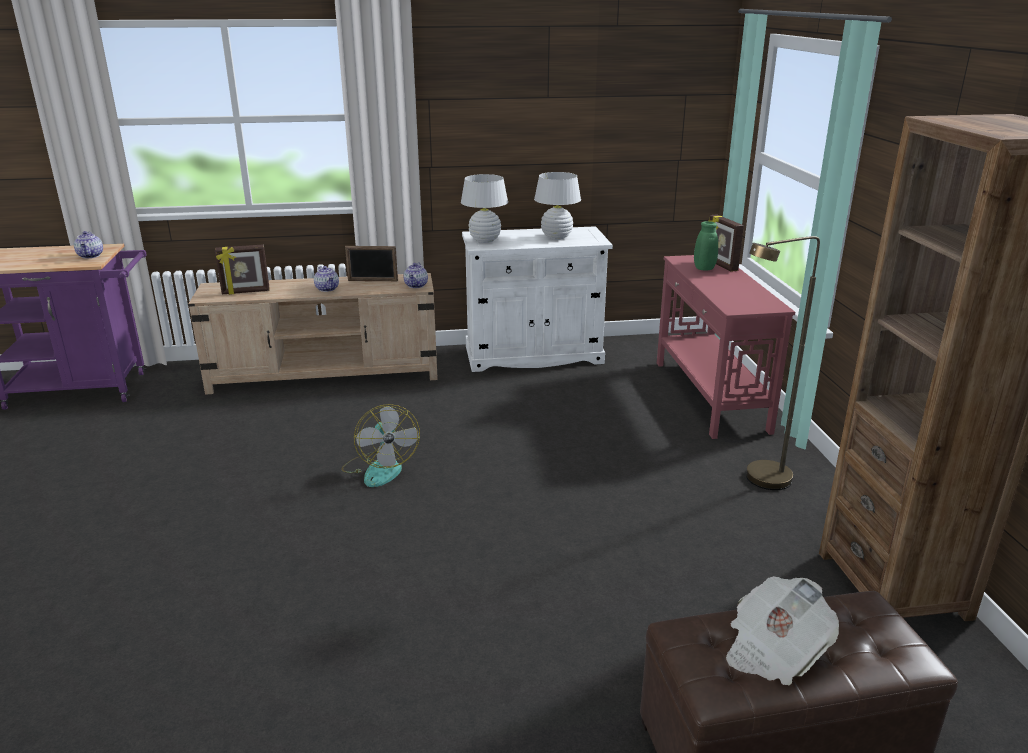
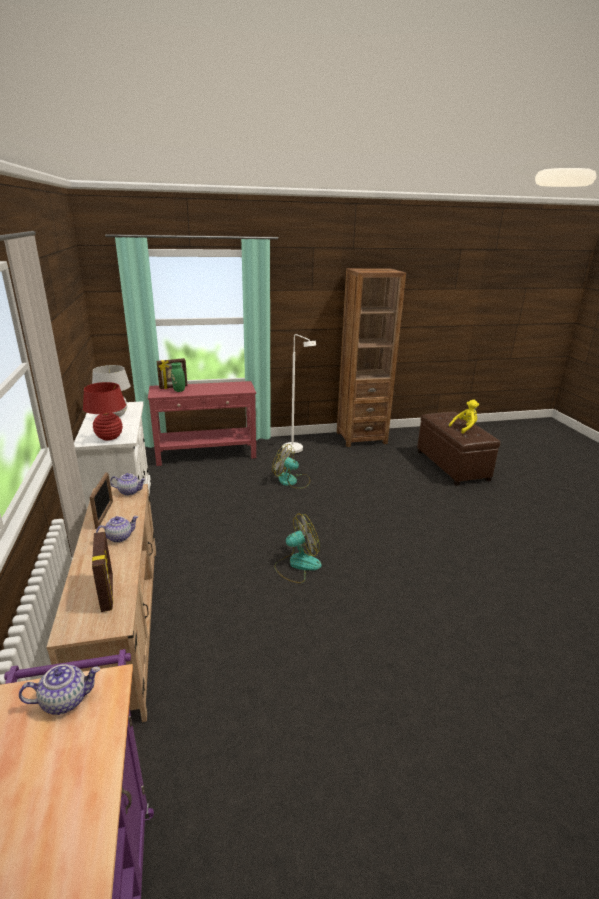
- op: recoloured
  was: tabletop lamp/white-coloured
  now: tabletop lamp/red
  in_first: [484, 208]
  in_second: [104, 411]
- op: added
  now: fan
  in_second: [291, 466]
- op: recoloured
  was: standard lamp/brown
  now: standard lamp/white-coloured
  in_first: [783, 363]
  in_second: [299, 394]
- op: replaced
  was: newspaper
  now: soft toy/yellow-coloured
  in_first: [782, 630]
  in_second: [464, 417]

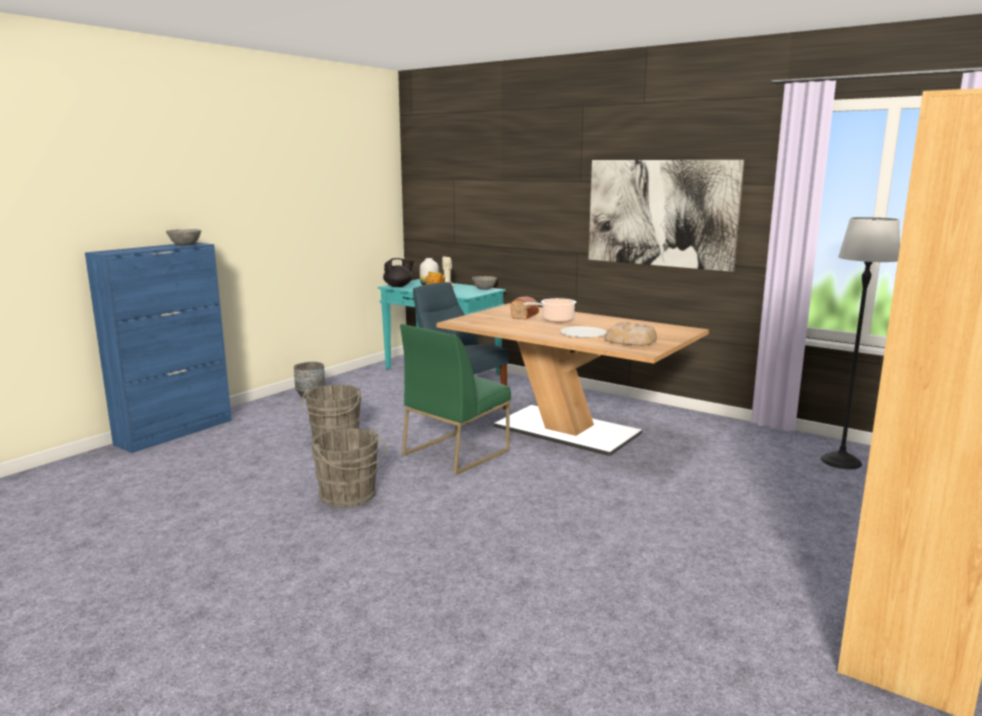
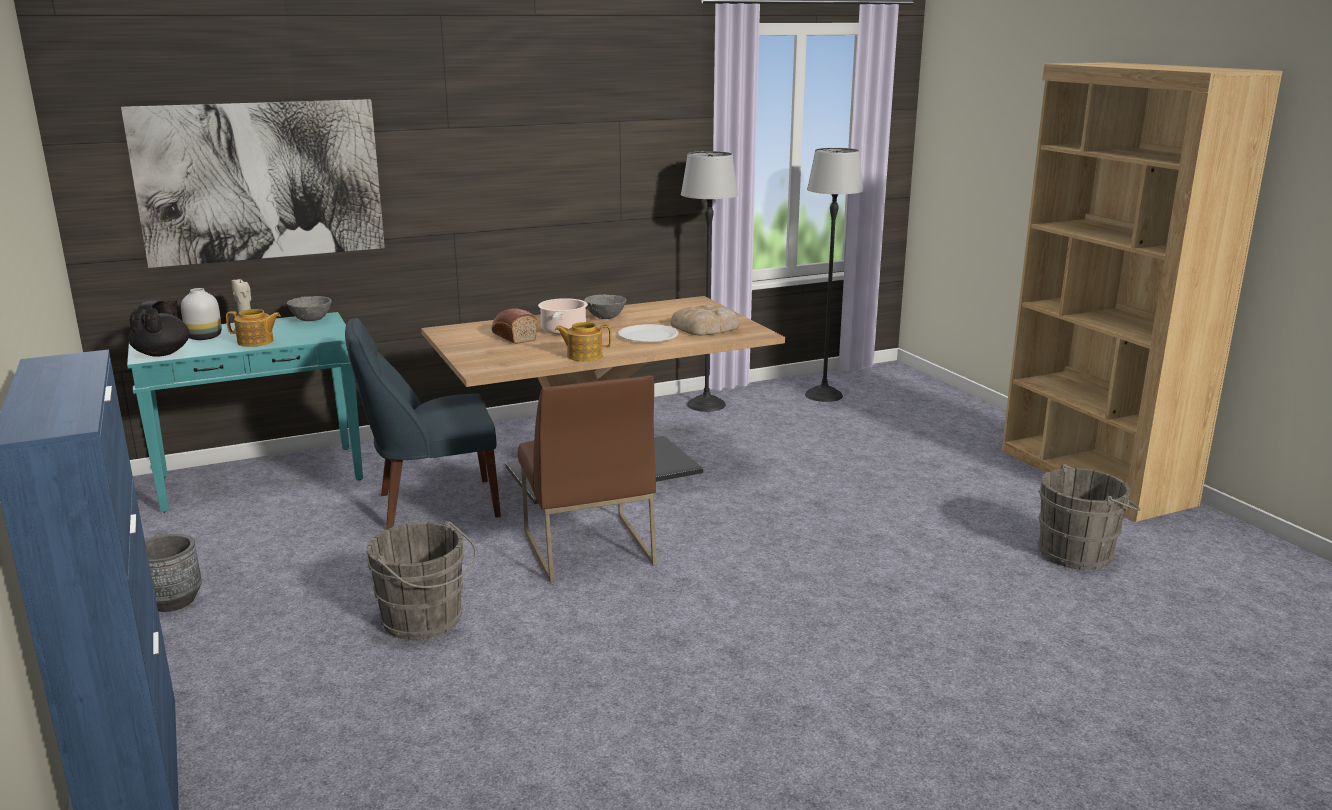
- op: moved
  was: picture
  in_first: [666, 216]
  in_second: [253, 183]
- op: recoloured
  was: chair/greenish
  now: chair/brown
  in_first: [455, 399]
  in_second: [587, 479]
- op: added
  now: teapot
  in_second: [583, 341]
- op: moved
  was: deep dish/greyish
  in_first: [183, 237]
  in_second: [605, 306]
- op: added
  now: standard lamp
  in_second: [709, 281]
- op: moved
  was: water bucket/greyish
  in_first: [349, 467]
  in_second: [1088, 517]

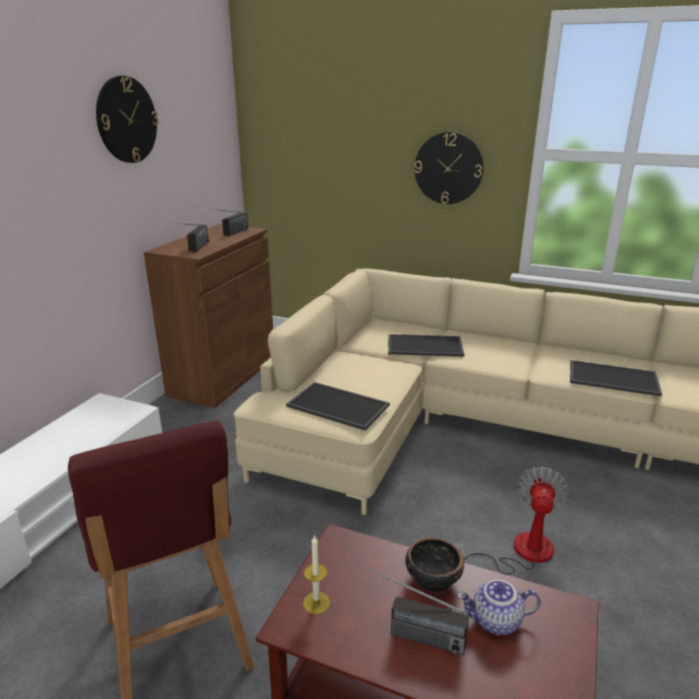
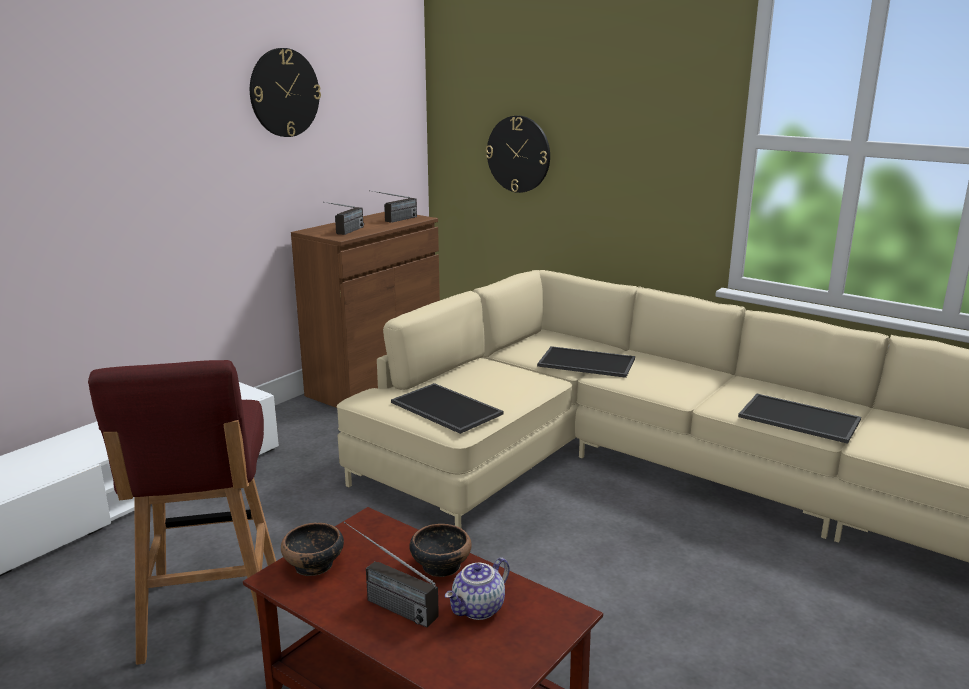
- op: replaced
  was: wax candle
  now: deep dish
  in_first: [316, 575]
  in_second: [312, 549]
- op: turned
  was: teapot
  in_first: [499, 607]
  in_second: [477, 588]
  clockwise: -60
- op: moved
  was: hanging clock
  in_first: [449, 168]
  in_second: [518, 154]
- op: removed
  was: fan
  in_first: [511, 521]

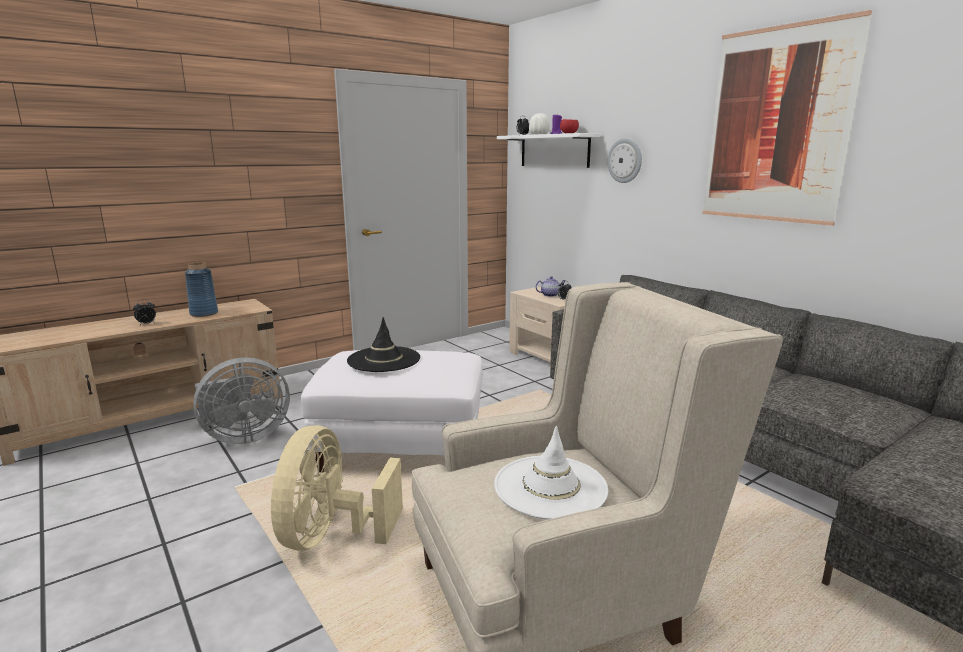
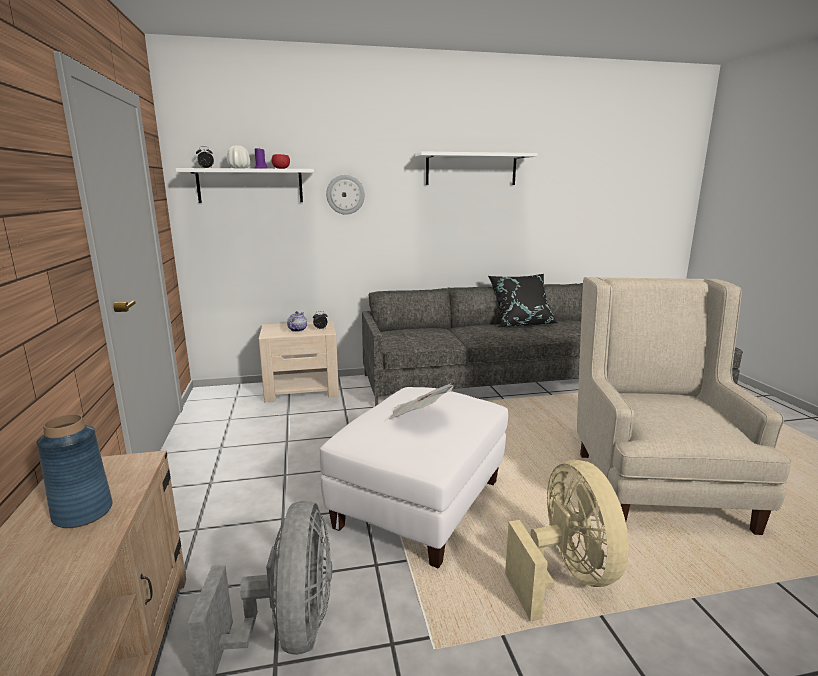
- op: replaced
  was: wearable hat/blackish
  now: newspaper
  in_first: [383, 344]
  in_second: [421, 401]
- op: replaced
  was: picture
  now: bracket shelf/white-coloured
  in_first: [787, 118]
  in_second: [476, 168]
- op: added
  now: throw pillow/blackish
  in_second: [523, 300]
- op: turned
  was: fan/beige-coloured
  in_first: [337, 488]
  in_second: [567, 540]
  clockwise: -135
- op: removed
  was: table clock
  in_first: [144, 312]
- op: removed
  was: wearable hat/white-coloured
  in_first: [551, 473]

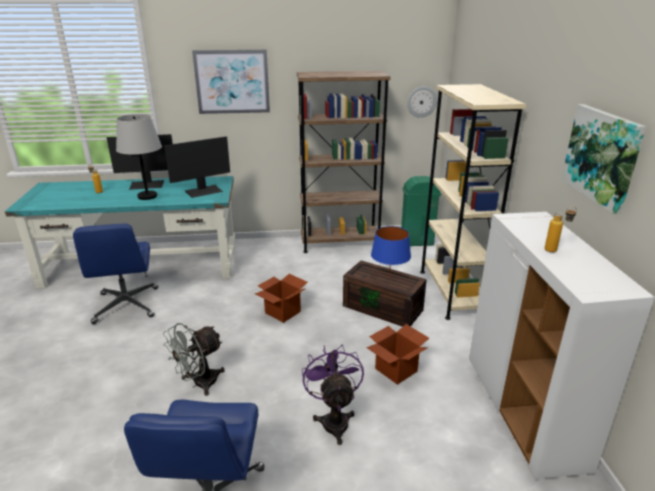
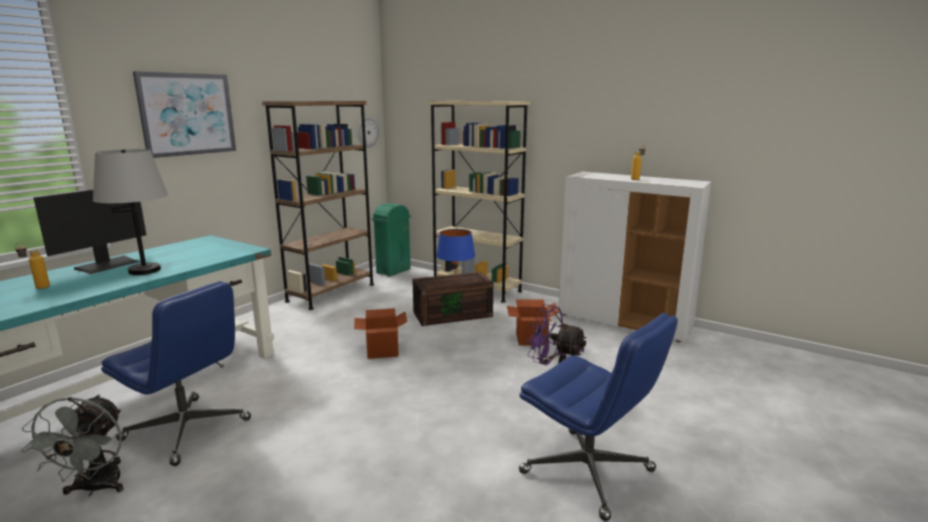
- op: moved
  was: fan/greyish
  in_first: [194, 359]
  in_second: [72, 445]
- op: removed
  was: computer display
  in_first: [197, 167]
- op: removed
  was: picture
  in_first: [603, 159]

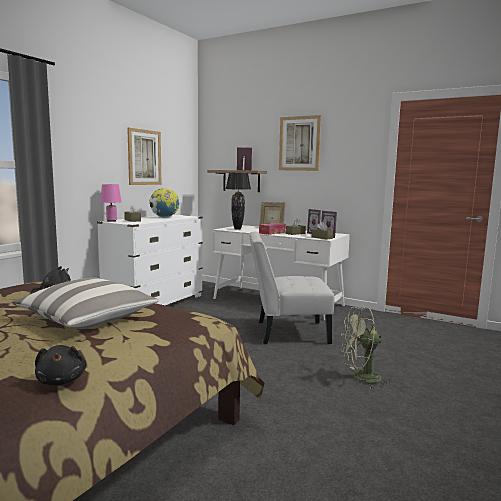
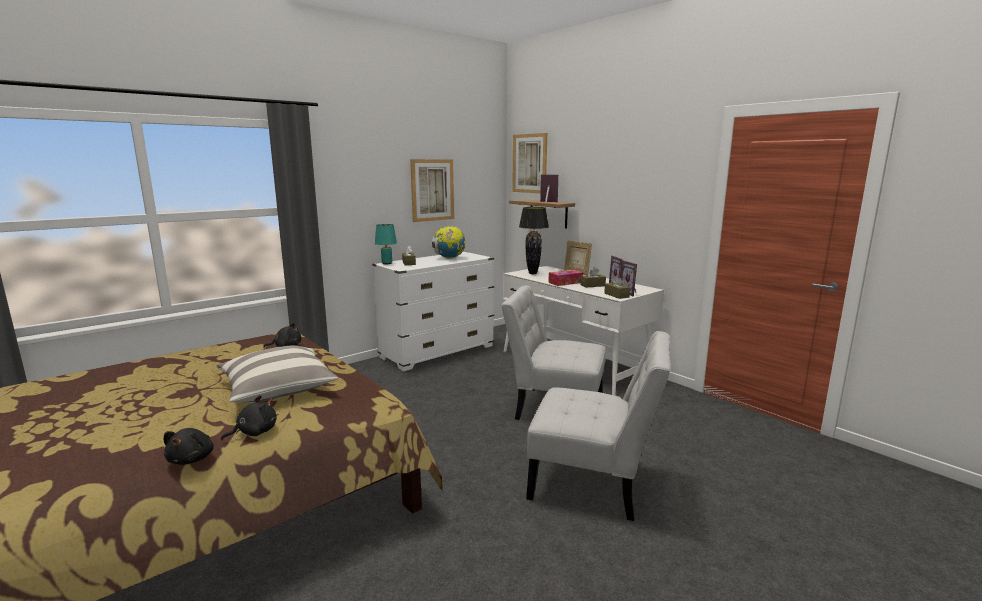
- op: added
  now: soft toy/blackish
  in_second: [249, 418]
- op: recoloured
  was: tabletop lamp/pink
  now: tabletop lamp/blue-green
  in_first: [111, 203]
  in_second: [386, 244]
- op: moved
  was: picture
  in_first: [300, 143]
  in_second: [529, 163]
- op: replaced
  was: fan/greenish
  now: chair/white-coloured
  in_first: [365, 348]
  in_second: [598, 426]

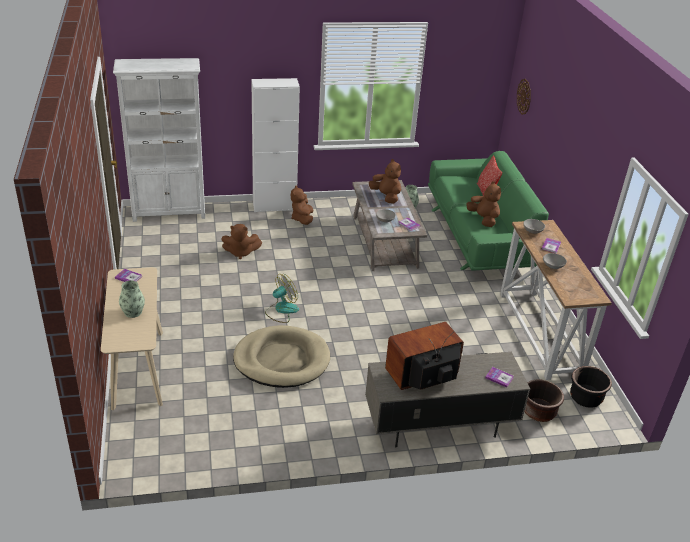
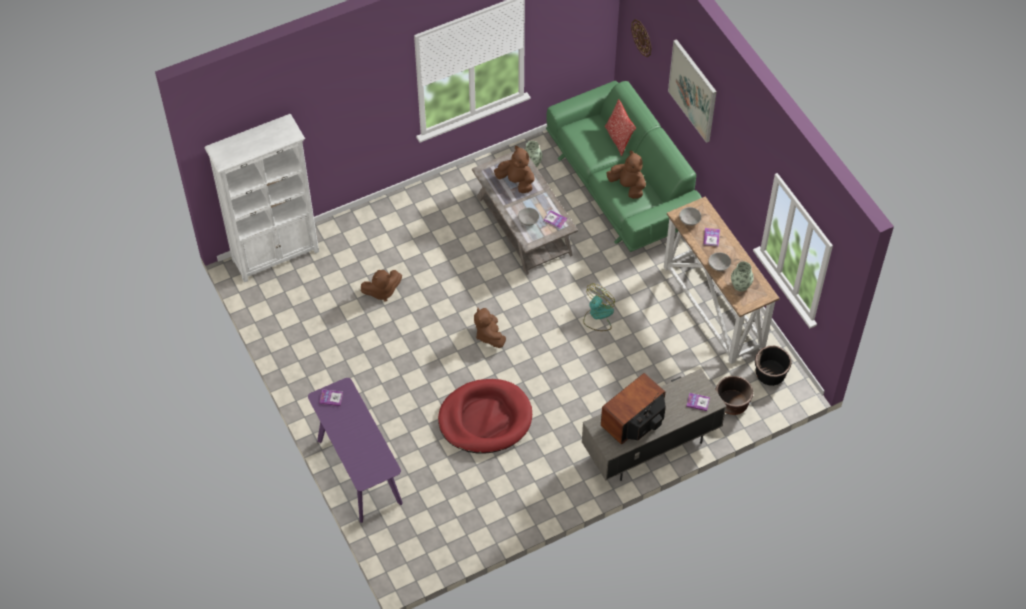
- op: recoloured
  was: console table/beige-coloured
  now: console table/purplish
  in_first: [132, 338]
  in_second: [355, 450]
- op: recoloured
  was: dog cushion/beige-coloured
  now: dog cushion/red
  in_first: [281, 356]
  in_second: [485, 416]
- op: moved
  was: soft toy/brown
  in_first: [302, 205]
  in_second: [490, 328]
- op: moved
  was: fan
  in_first: [282, 298]
  in_second: [599, 307]
- op: added
  now: picture
  in_second: [692, 91]
- op: moved
  was: flower vase
  in_first: [132, 299]
  in_second: [742, 276]
- op: removed
  was: cupboard/white-coloured
  in_first: [275, 145]

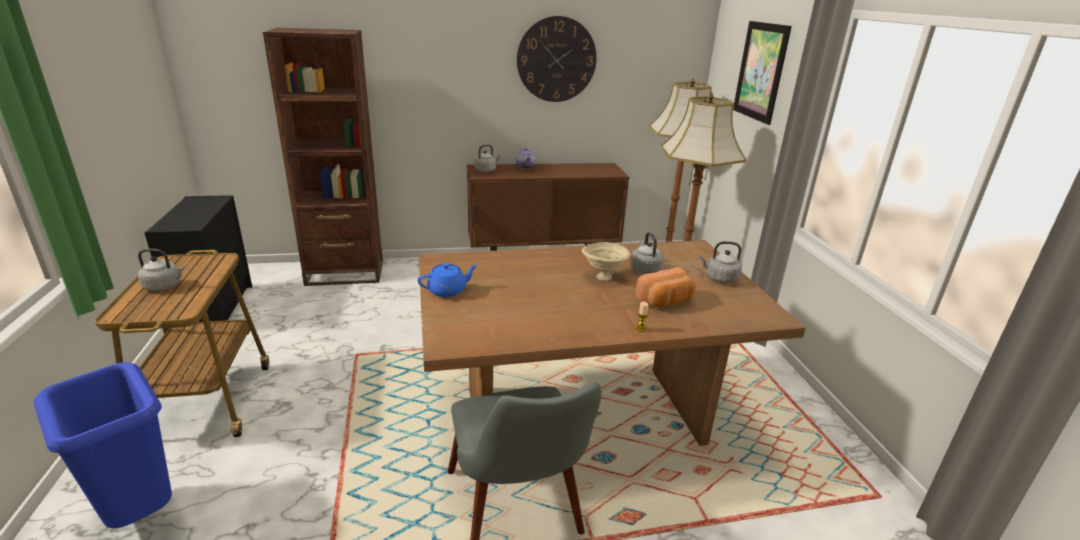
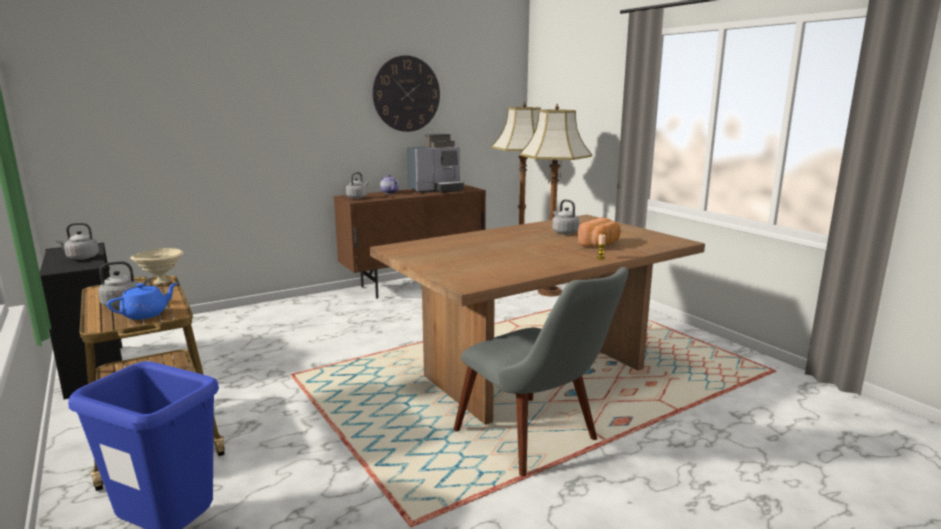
- op: moved
  was: water kettle/greyish
  in_first: [720, 262]
  in_second: [77, 241]
- op: moved
  was: teapot/blue-coloured
  in_first: [447, 280]
  in_second: [142, 301]
- op: moved
  was: deep dish/beige-coloured
  in_first: [606, 261]
  in_second: [157, 266]
- op: added
  now: coffee brewer
  in_second: [435, 163]
- op: removed
  was: bookcase/brown
  in_first: [323, 157]
- op: removed
  was: picture
  in_first: [762, 73]

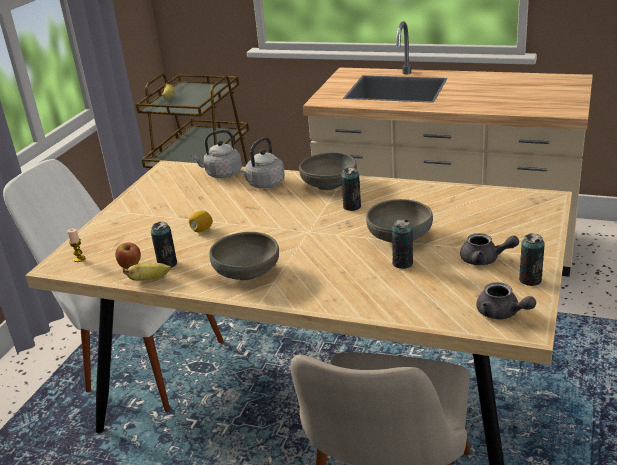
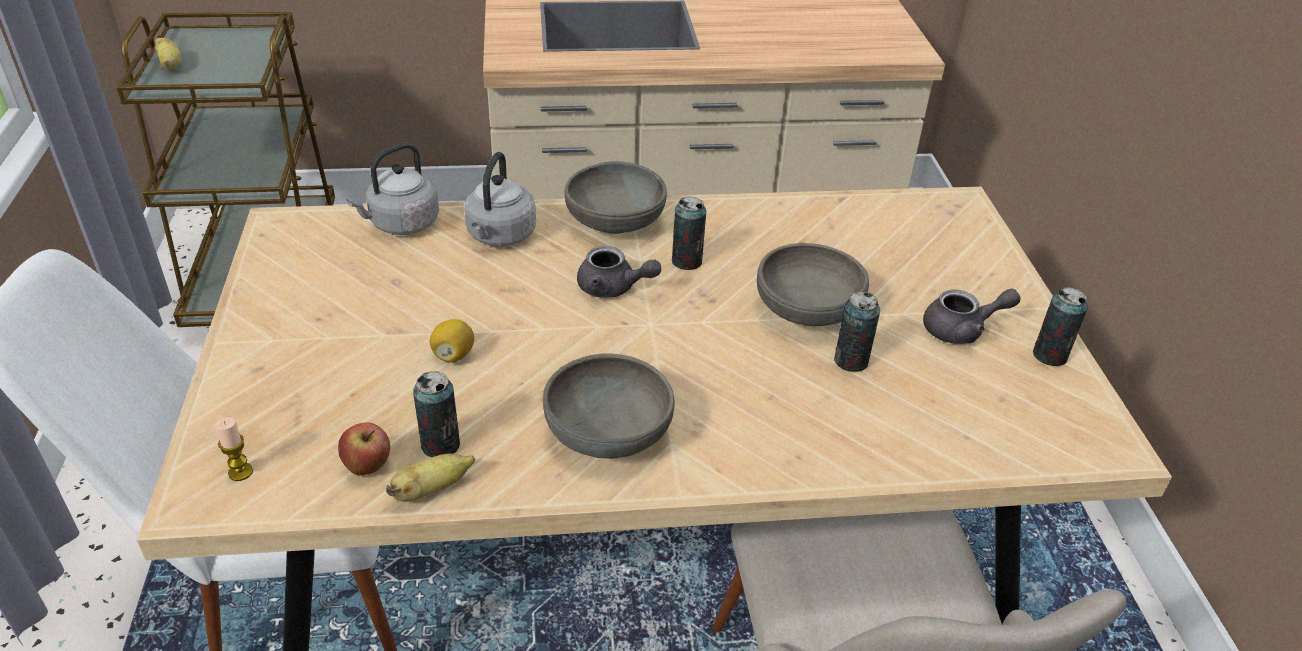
- op: moved
  was: teapot/greyish
  in_first: [506, 301]
  in_second: [619, 272]

